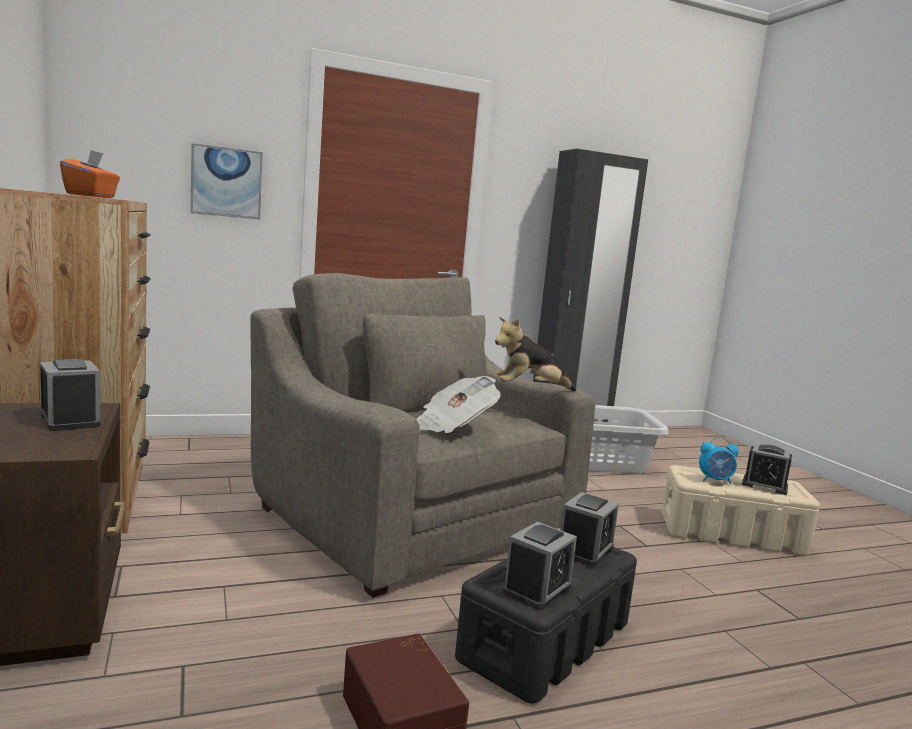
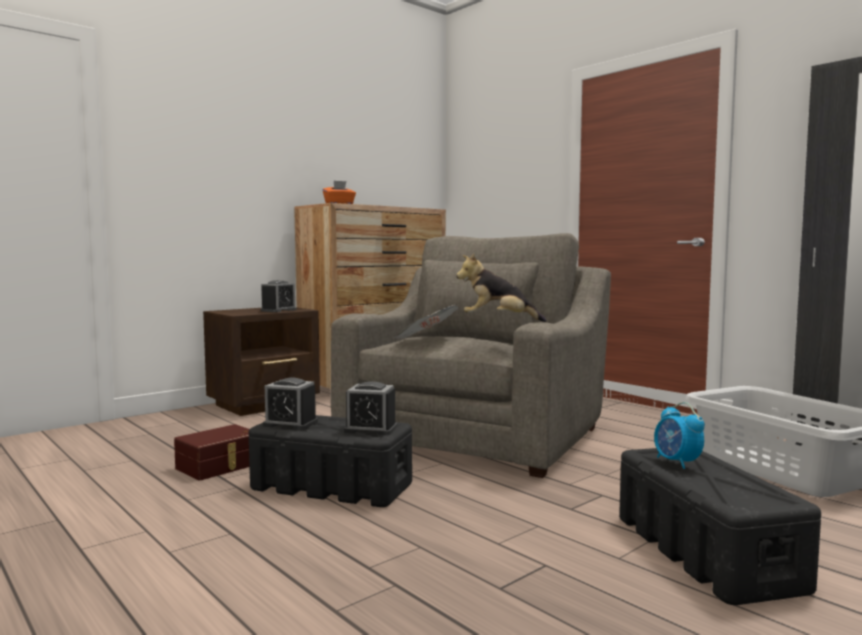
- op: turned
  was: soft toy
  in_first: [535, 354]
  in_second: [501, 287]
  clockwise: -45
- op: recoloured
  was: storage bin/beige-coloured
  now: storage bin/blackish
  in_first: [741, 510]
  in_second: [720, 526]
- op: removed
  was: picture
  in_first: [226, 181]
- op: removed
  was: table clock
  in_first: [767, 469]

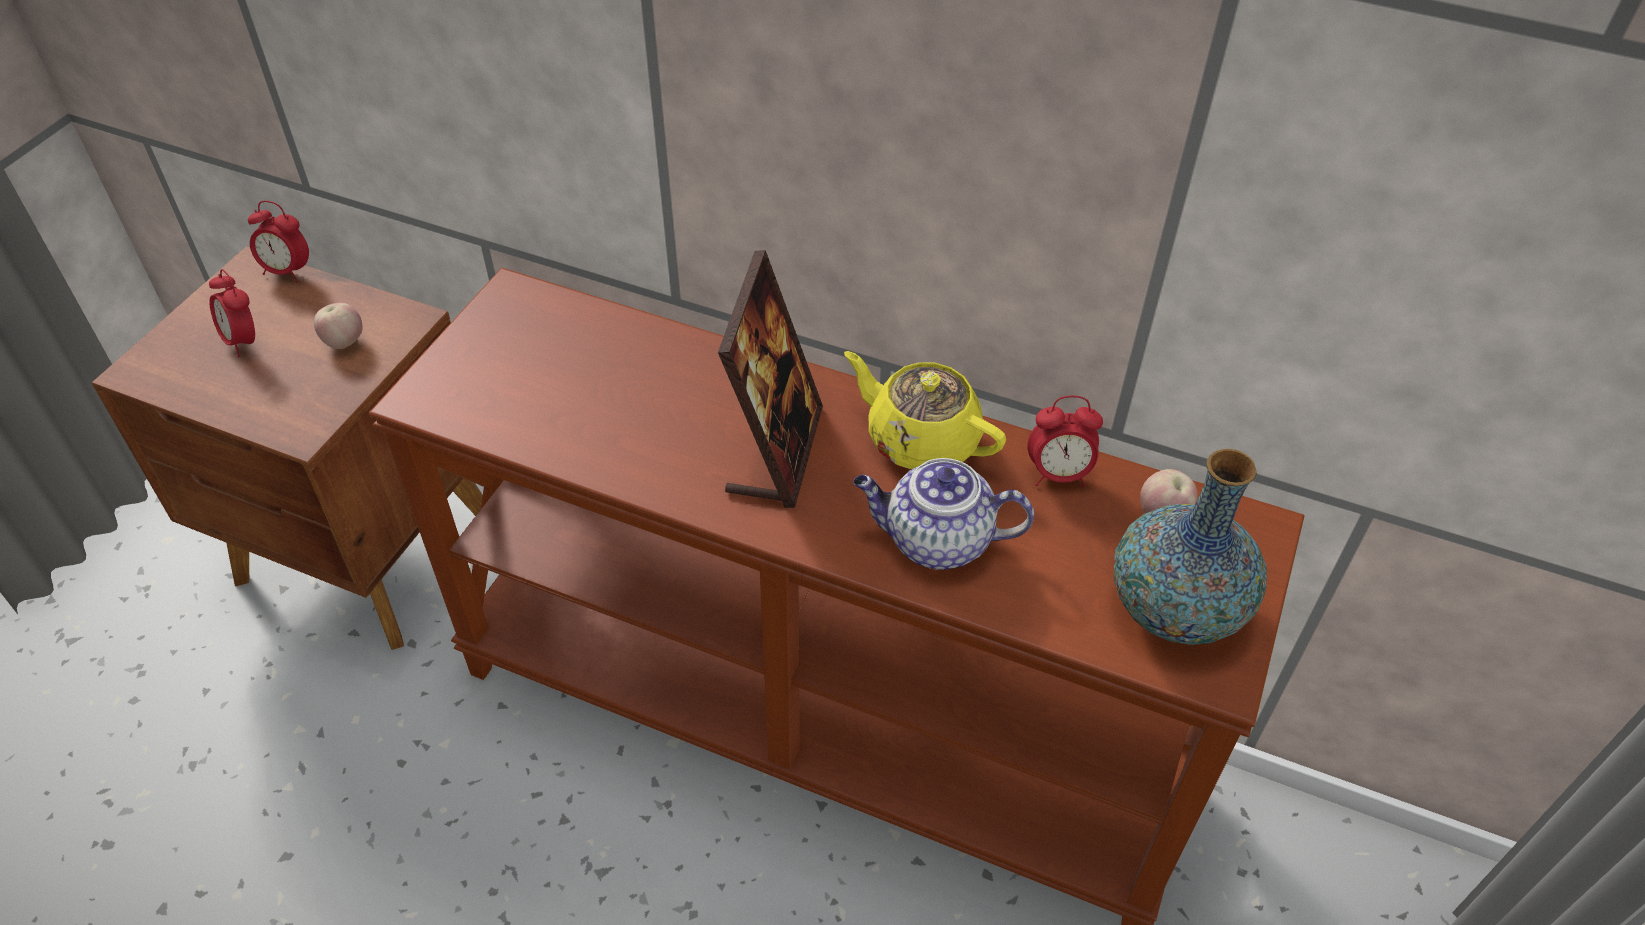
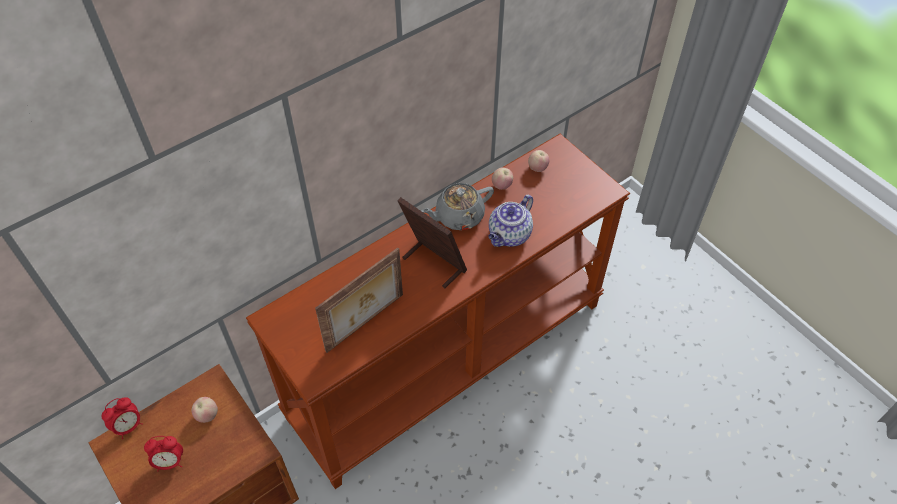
- op: added
  now: standing frame
  in_second: [359, 300]
- op: recoloured
  was: teapot/yellow-coloured
  now: teapot/greyish
  in_first: [925, 410]
  in_second: [458, 206]
- op: replaced
  was: table clock
  now: apple
  in_first: [1065, 441]
  in_second: [502, 178]
- op: removed
  was: flower vase
  in_first: [1190, 547]

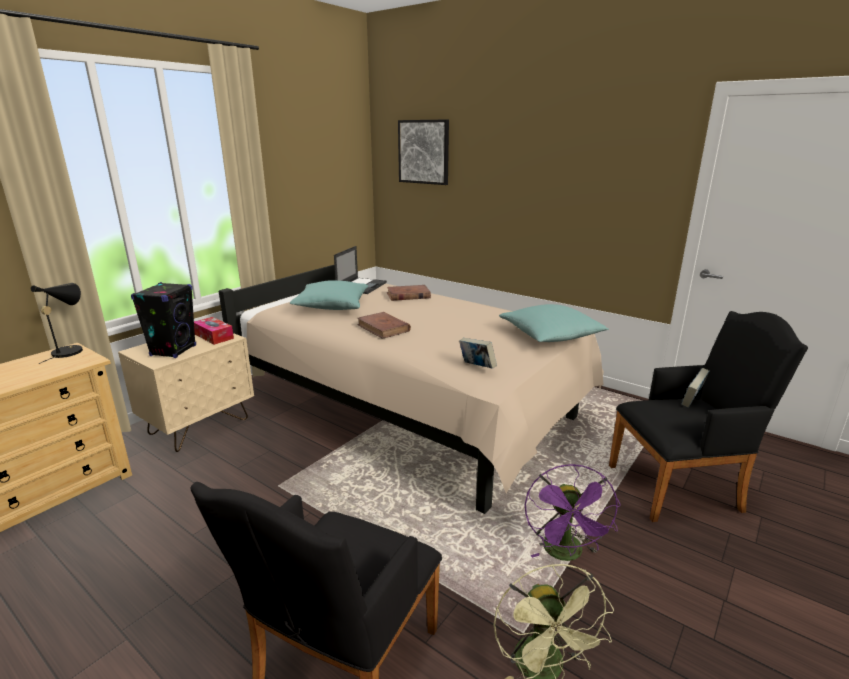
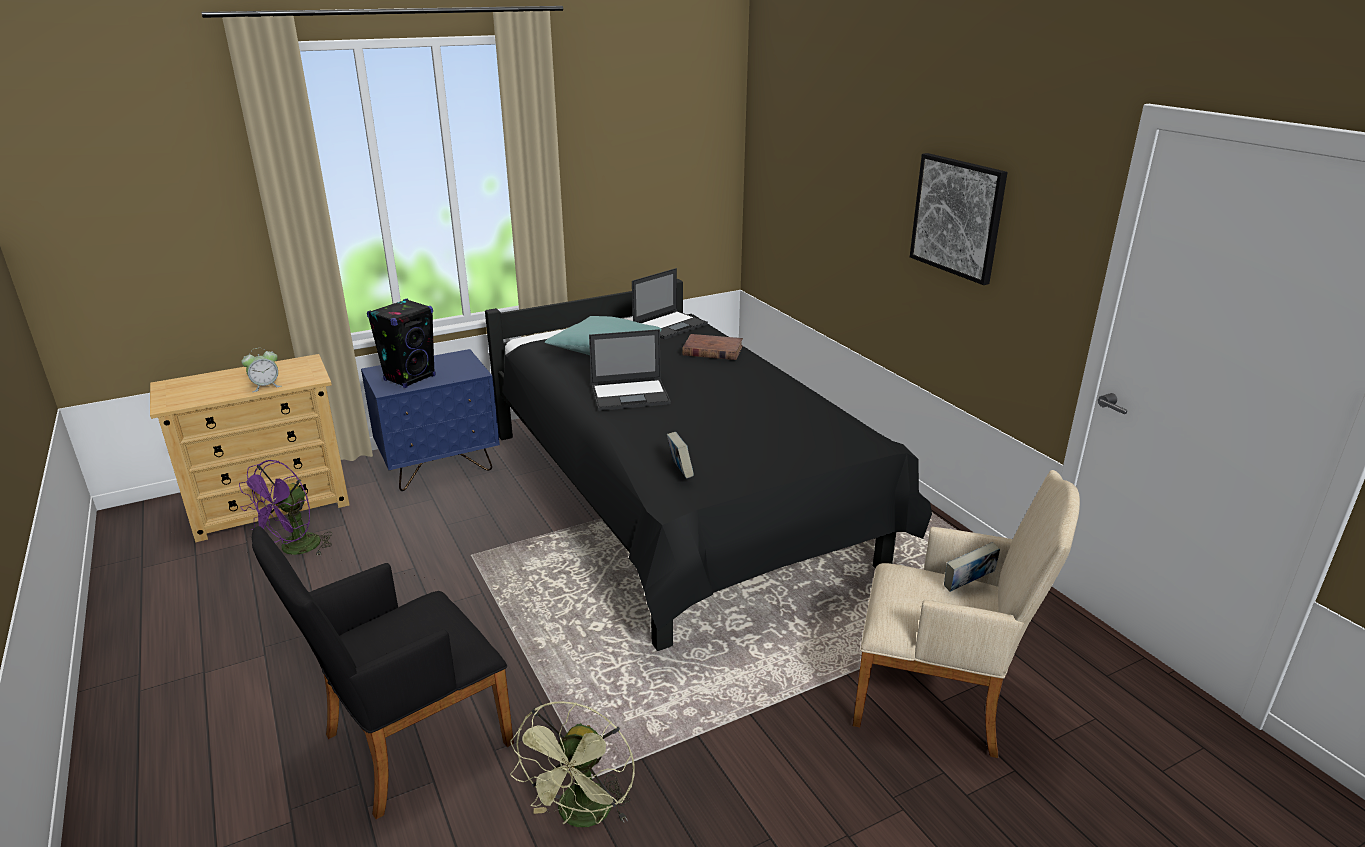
- op: moved
  was: fan/purplish
  in_first: [573, 512]
  in_second: [285, 508]
- op: added
  now: table clock
  in_second: [261, 370]
- op: recoloured
  was: night table/beige-coloured
  now: night table/blue-coloured
  in_first: [186, 392]
  in_second: [430, 420]
- op: recoloured
  was: bedroom bed/beige-coloured
  now: bedroom bed/blackish
  in_first: [411, 389]
  in_second: [708, 465]
- op: replaced
  was: book/brown
  now: notebook computer
  in_first: [384, 325]
  in_second: [630, 370]
- op: recoloured
  was: lounge chair/blackish
  now: lounge chair/beige-coloured
  in_first: [708, 416]
  in_second: [966, 614]
- op: moved
  was: picture
  in_first: [423, 152]
  in_second: [959, 219]
- op: removed
  was: tabletop lamp/blackish
  in_first: [56, 323]
- op: removed
  was: tissue holder
  in_first: [214, 331]
- op: removed
  was: throw pillow/blue-green
  in_first: [554, 323]

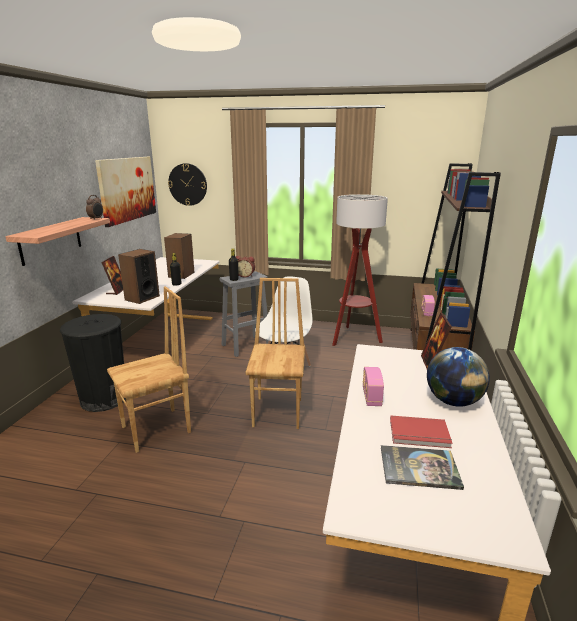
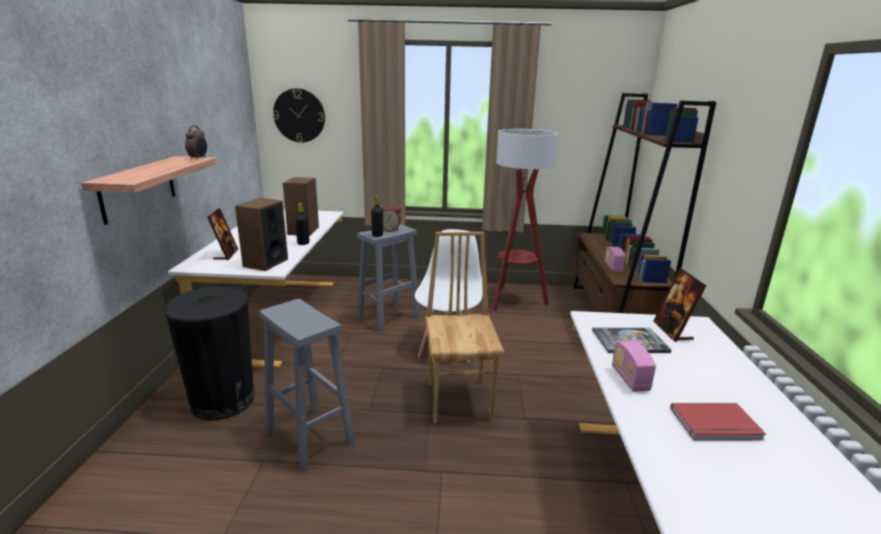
- op: replaced
  was: chair/brown
  now: stool seat/greyish
  in_first: [149, 369]
  in_second: [307, 385]
- op: moved
  was: book
  in_first: [422, 467]
  in_second: [631, 340]
- op: removed
  was: picture
  in_first: [125, 192]
- op: removed
  was: world globe
  in_first: [458, 377]

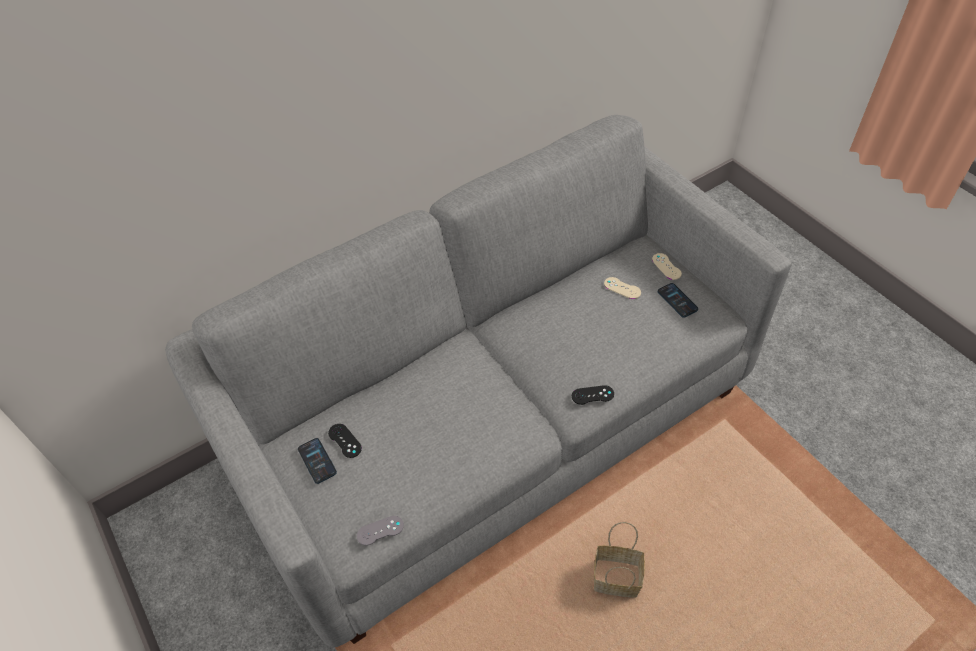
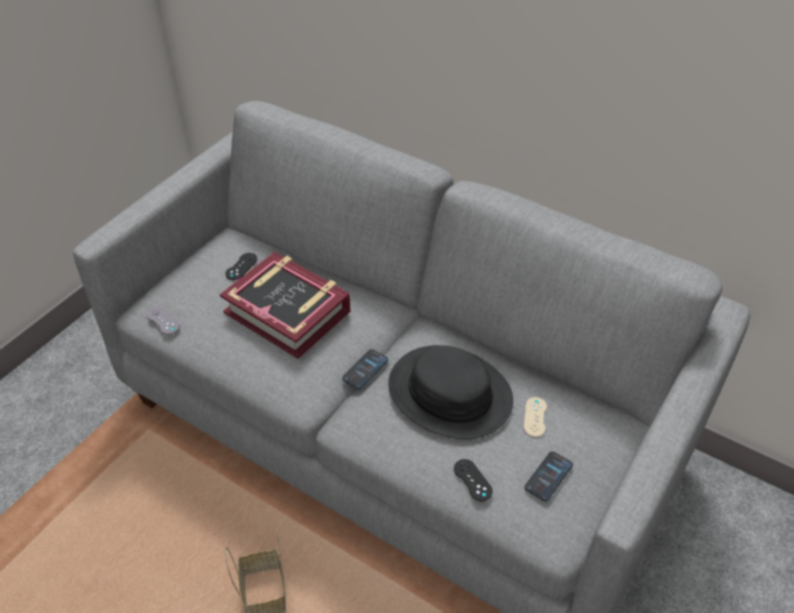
- op: added
  now: book
  in_second: [285, 305]
- op: moved
  was: handset
  in_first: [317, 461]
  in_second: [365, 369]
- op: added
  now: wearable hat/blackish
  in_second: [450, 392]
- op: moved
  was: game controller/blackish
  in_first: [593, 395]
  in_second: [473, 480]
- op: removed
  was: game controller/beige-coloured
  in_first: [667, 266]

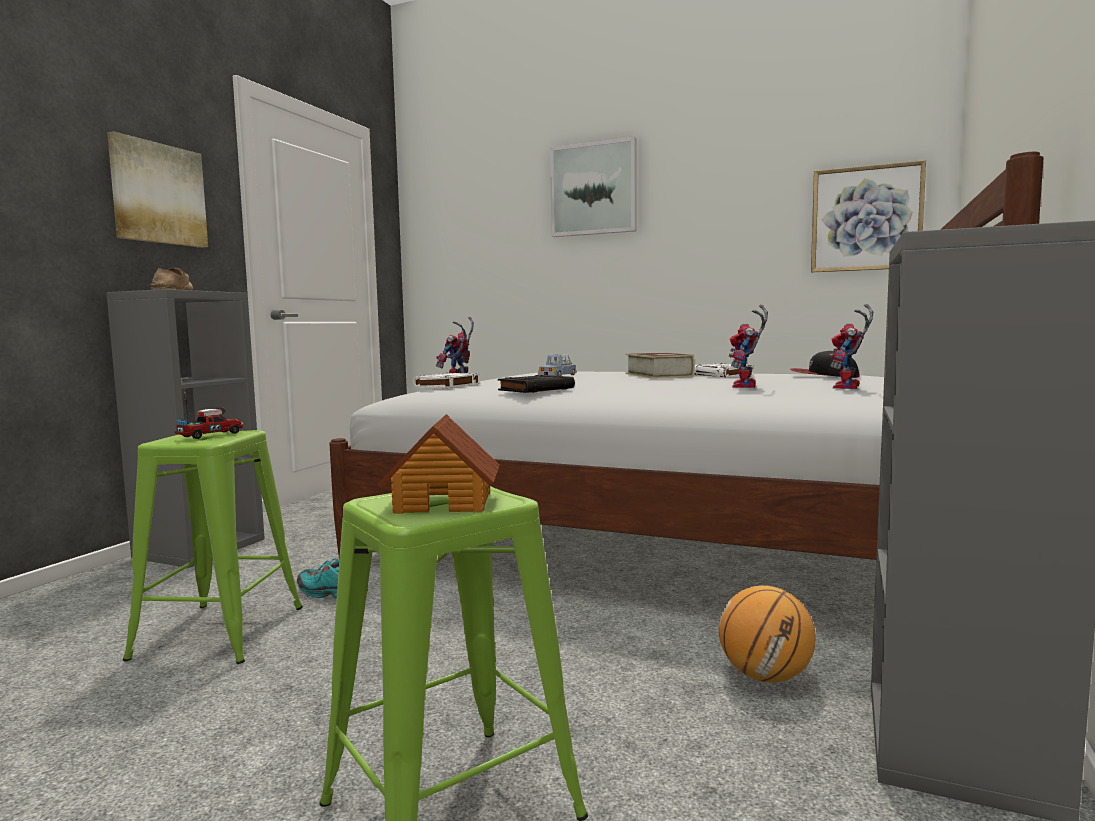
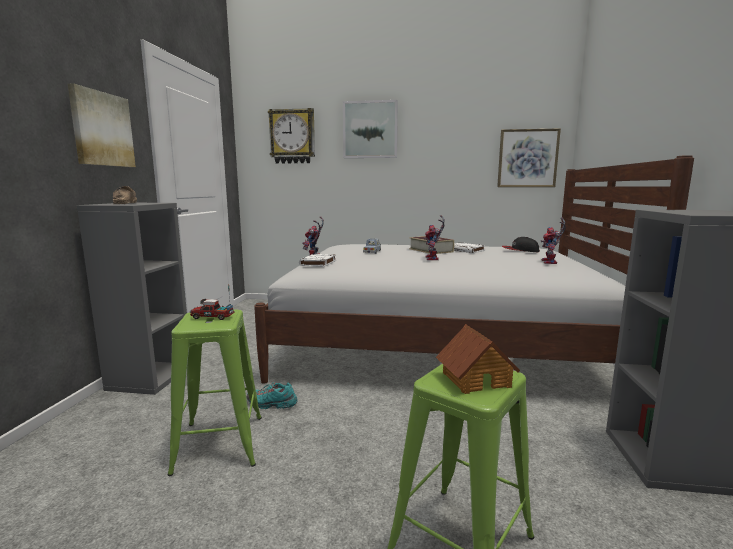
- op: turned
  was: toy lorry
  in_first: [209, 413]
  in_second: [212, 302]
  clockwise: -105
- op: added
  now: hanging clock
  in_second: [291, 136]
- op: moved
  was: model robot
  in_first: [748, 346]
  in_second: [434, 237]
- op: removed
  was: book/blackish
  in_first: [536, 384]
- op: removed
  was: basketball
  in_first: [767, 633]

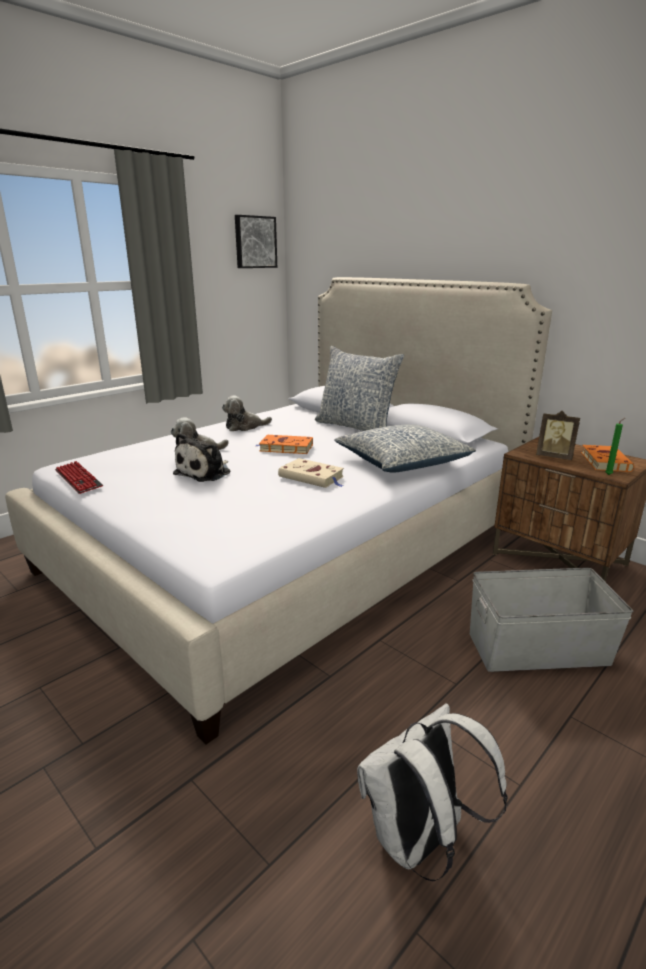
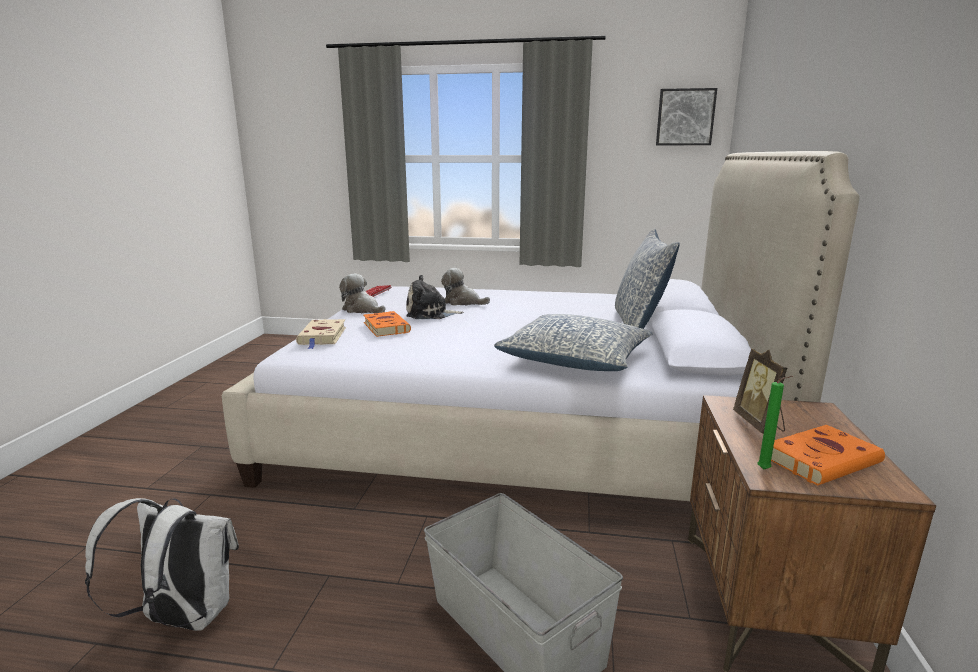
- op: moved
  was: book/beige-coloured
  in_first: [311, 473]
  in_second: [321, 334]
- op: moved
  was: soft toy
  in_first: [247, 413]
  in_second: [362, 293]
- op: moved
  was: book/orange-coloured
  in_first: [284, 444]
  in_second: [387, 324]

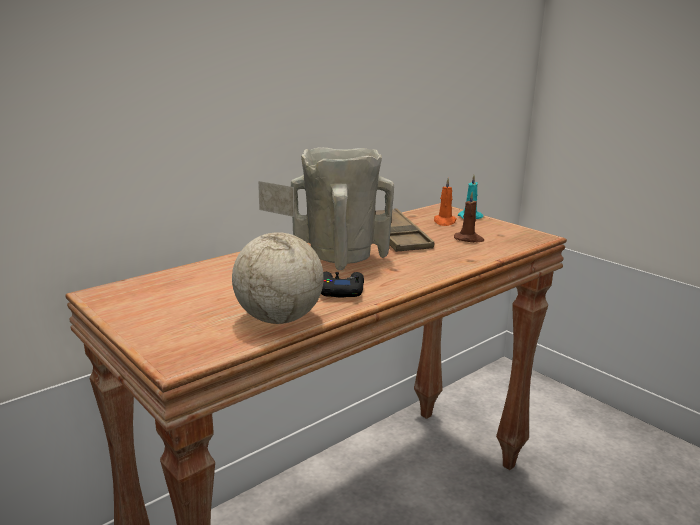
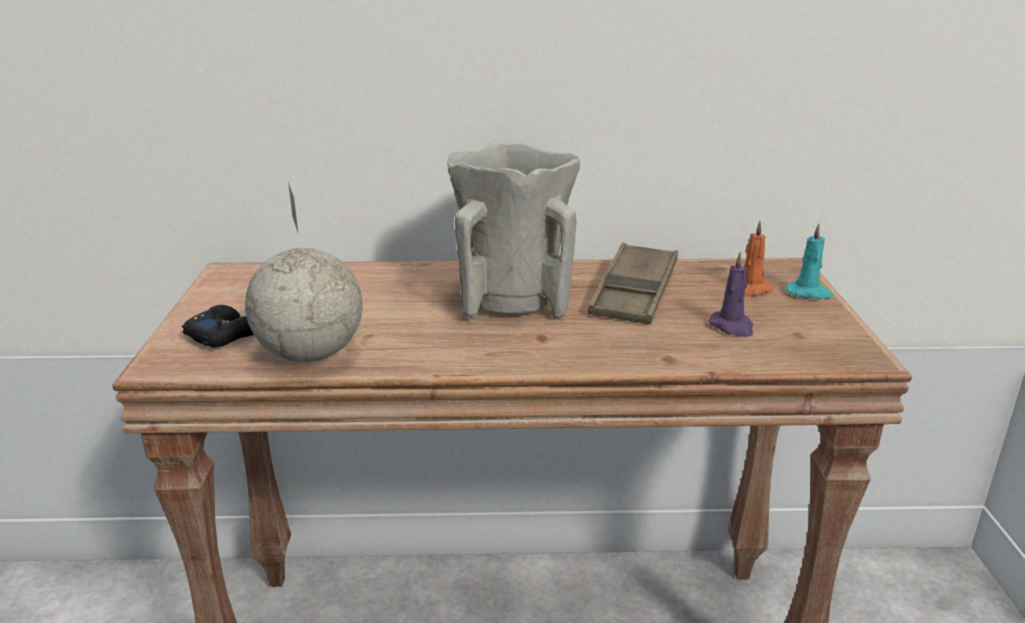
- op: moved
  was: game controller/blackish
  in_first: [342, 285]
  in_second: [218, 326]
- op: recoloured
  was: wax candle/brown
  now: wax candle/purplish
  in_first: [469, 217]
  in_second: [730, 294]

